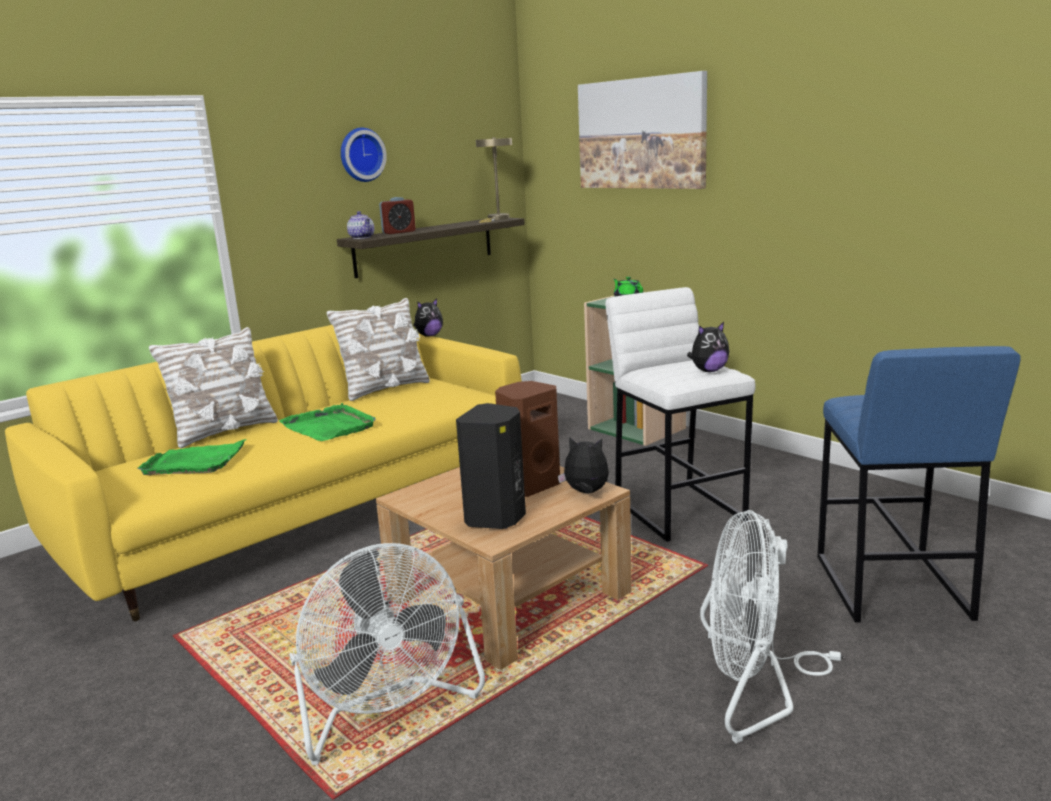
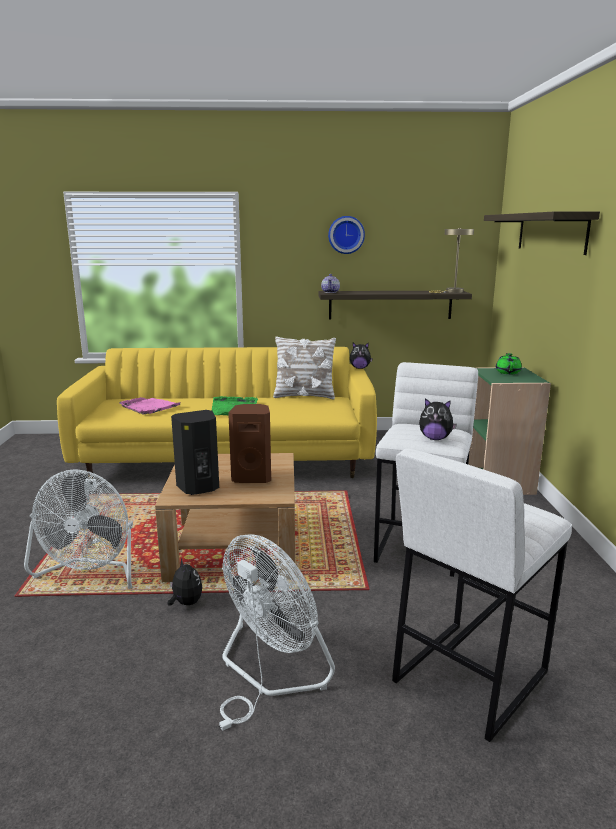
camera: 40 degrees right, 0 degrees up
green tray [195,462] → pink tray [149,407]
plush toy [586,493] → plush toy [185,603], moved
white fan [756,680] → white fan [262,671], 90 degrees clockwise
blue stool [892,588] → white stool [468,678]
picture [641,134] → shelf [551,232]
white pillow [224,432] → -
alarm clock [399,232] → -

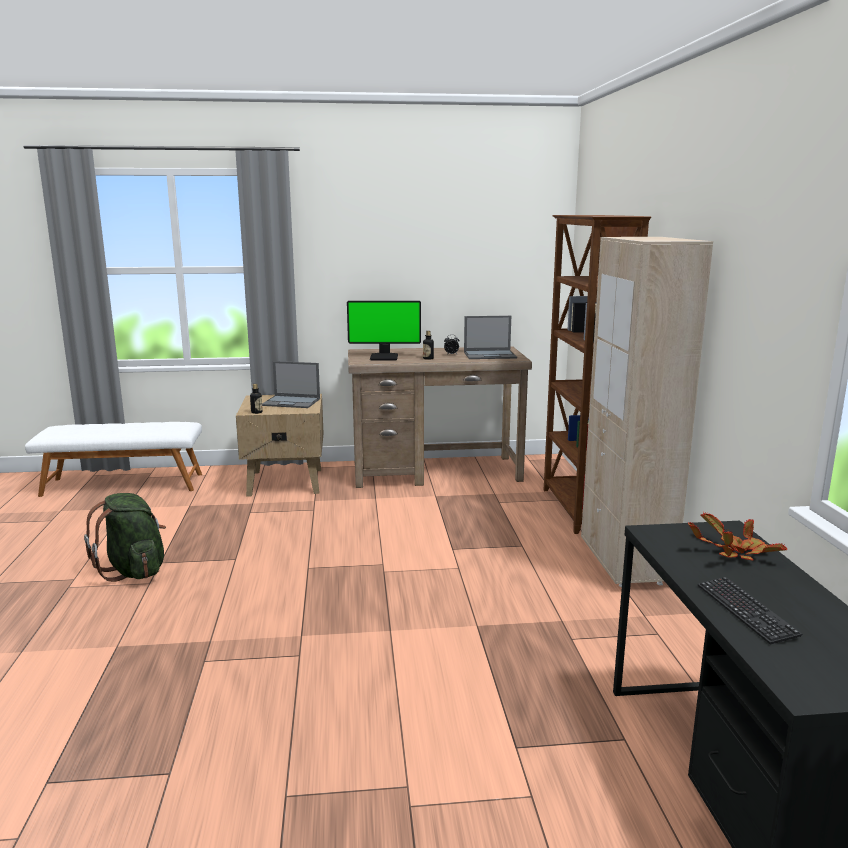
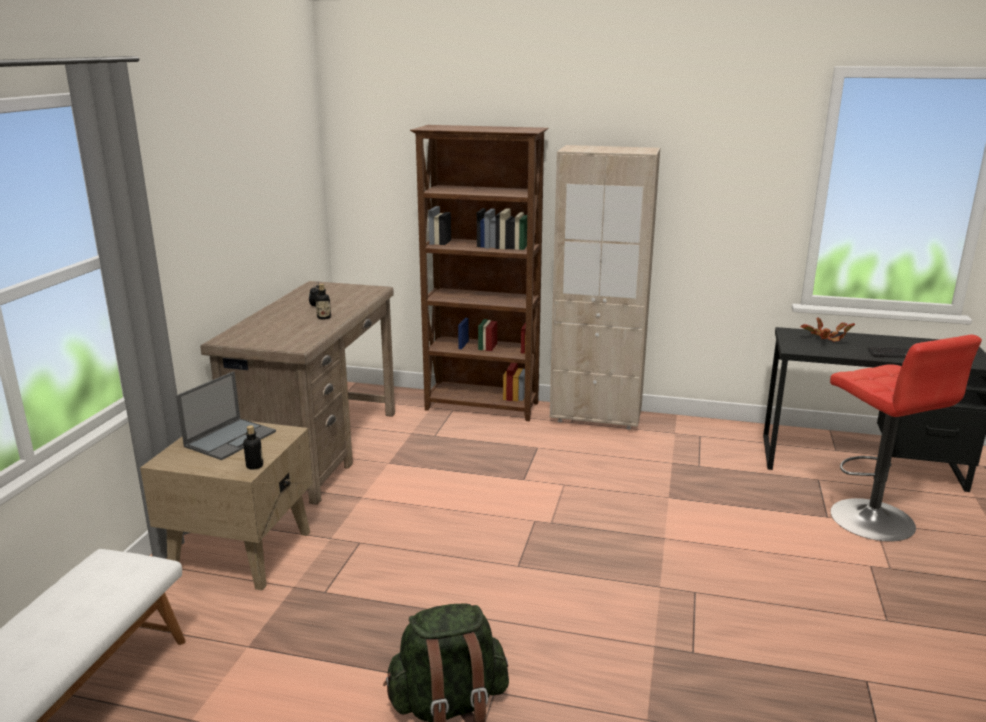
camera: 70 degrees left, 5 degrees up
- → red stool [872,520]
monitor [384,357] → -
laptop [490,355] → -

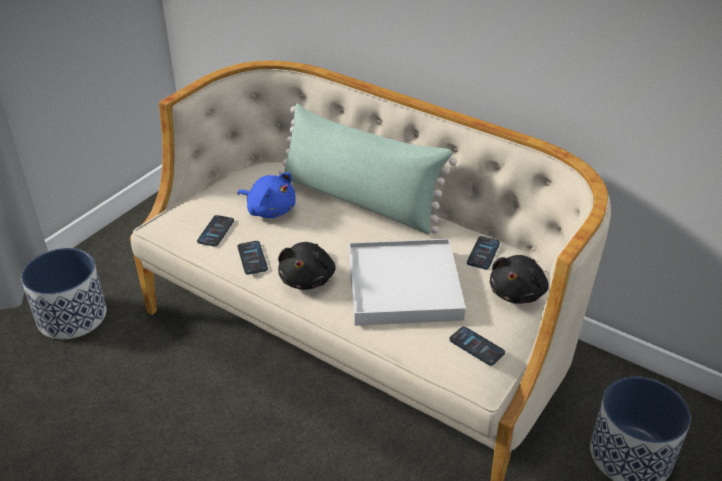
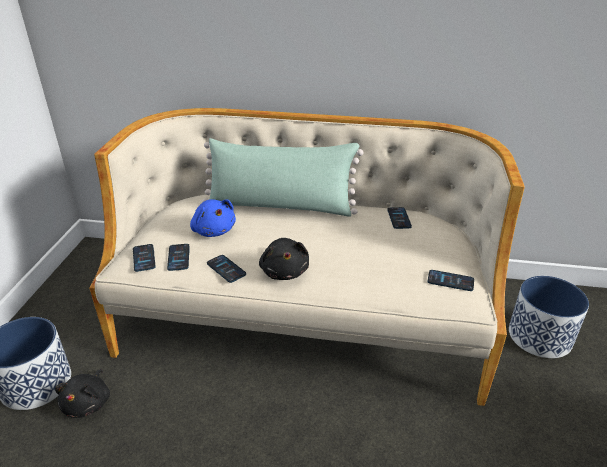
camera: 25 degrees left, 5 degrees down
black plush toy [518,292] → black plush toy [88,403], moved
- → phone [144,258]
blue plush toy [269,210] → blue plush toy [213,230], 45 degrees clockwise
white tray [403,286] → -

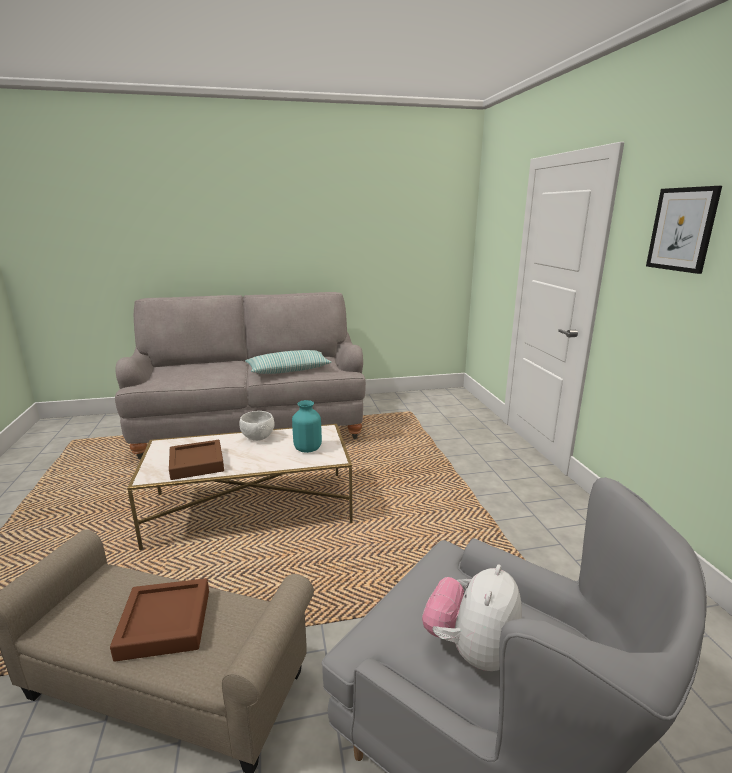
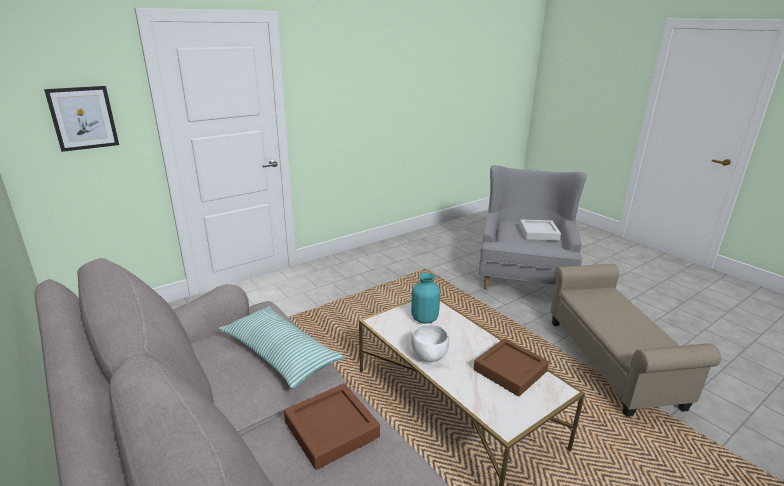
camera: 115 degrees left, 5 degrees up
picture [682,229] → picture [83,118], moved
brown tray [165,624] → brown tray [331,429], moved
plush toy [471,649] → grey tray [538,233]

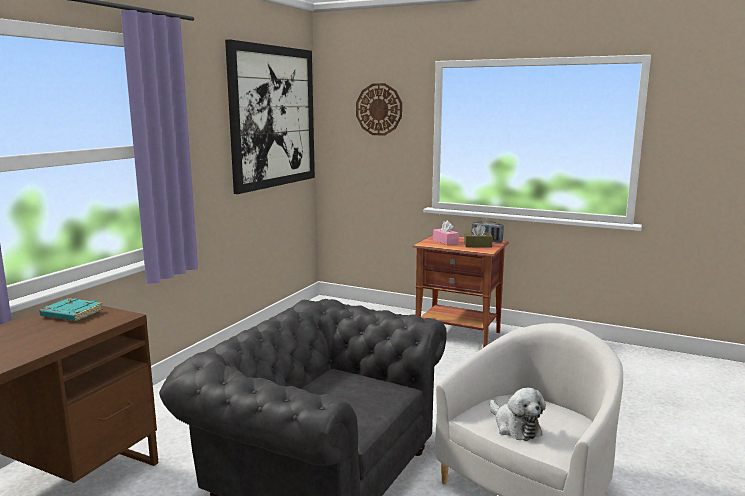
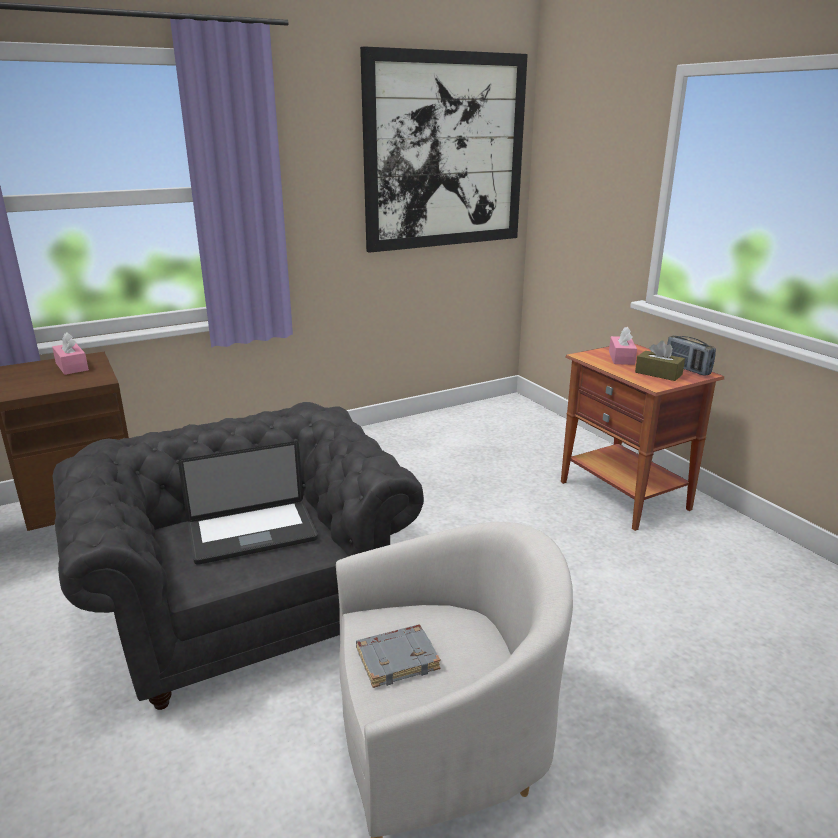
camera: 35 degrees right, 10 degrees up
turquoise book [71,314] → pink tissue box [72,367]
- → laptop [252,534]
plush toy [515,427] → grey book [397,659]
wall clock [379,109] → -

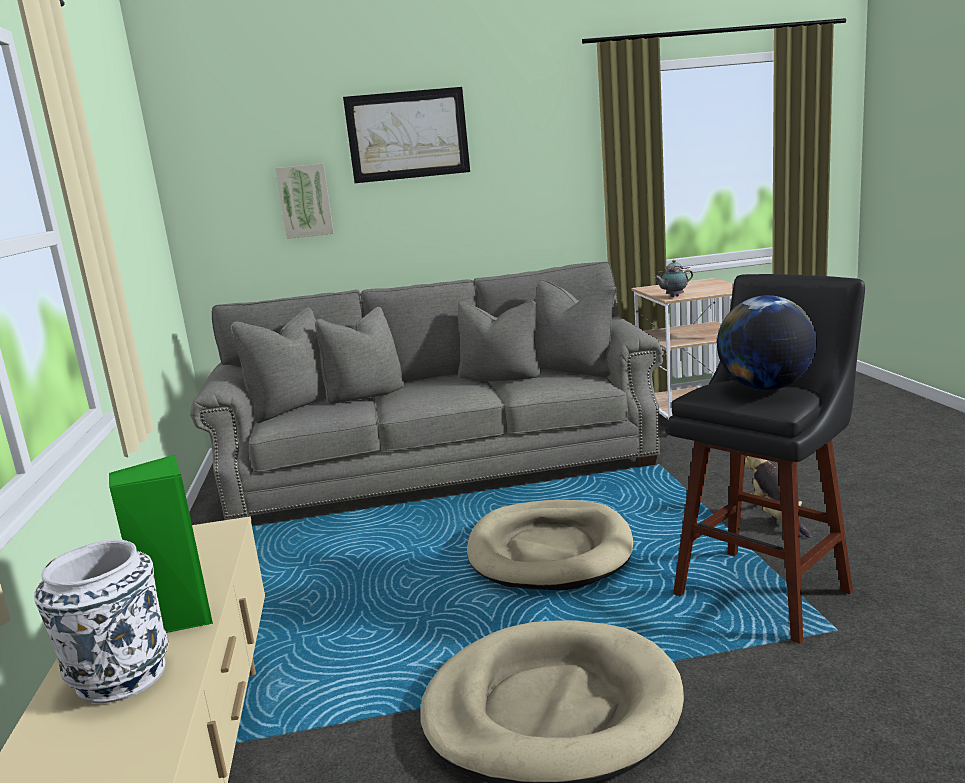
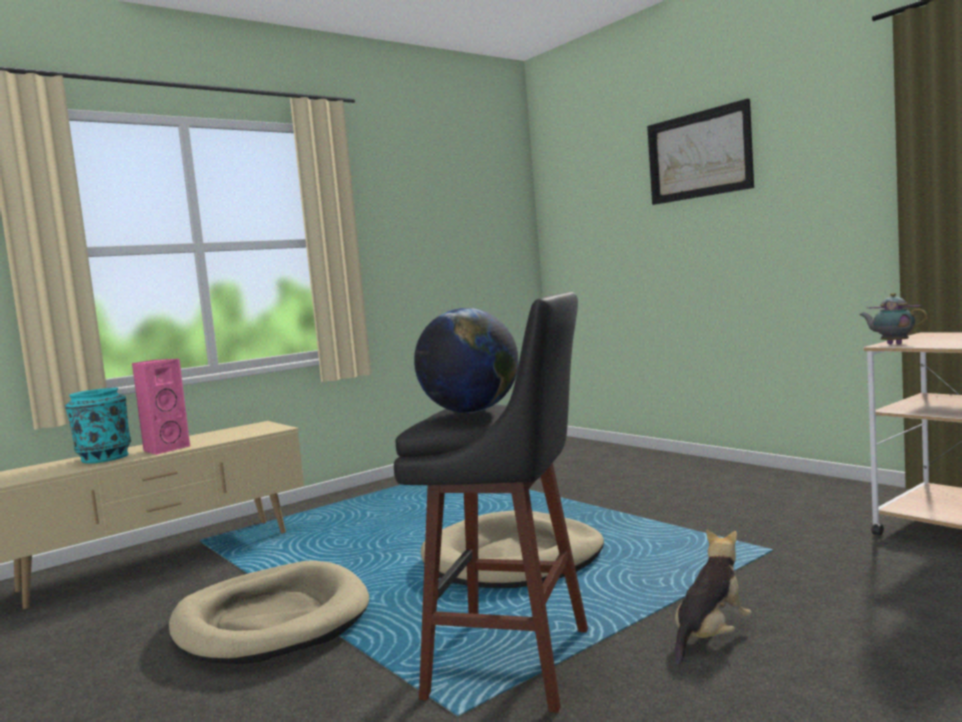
camera: 60 degrees right, 10 degrees down
white vase [120,679] → turquoise vase [103,458]
green speaker [178,617] → pink speaker [165,449]
grey sofa [441,465] → -
picture [305,201] → -

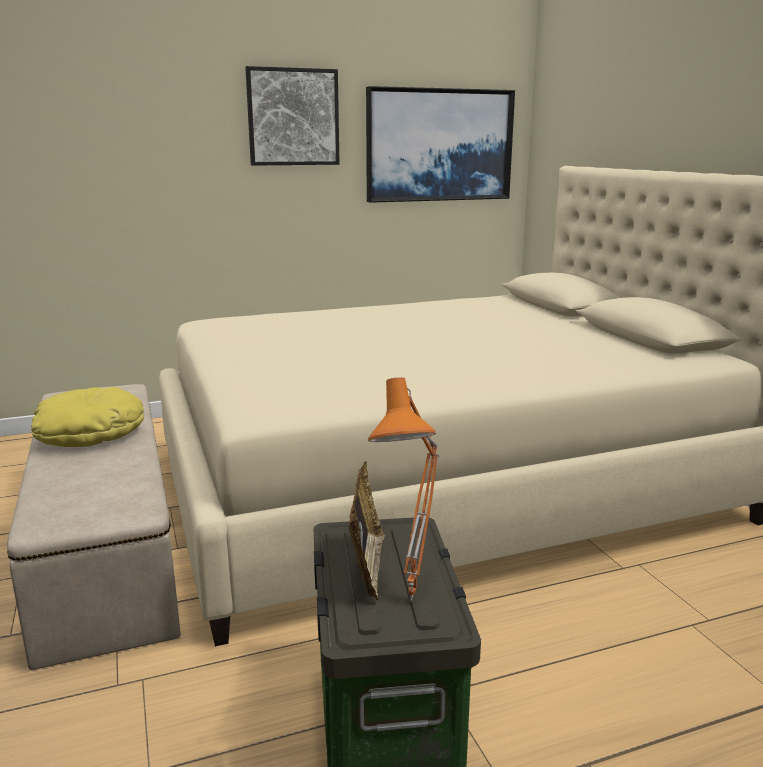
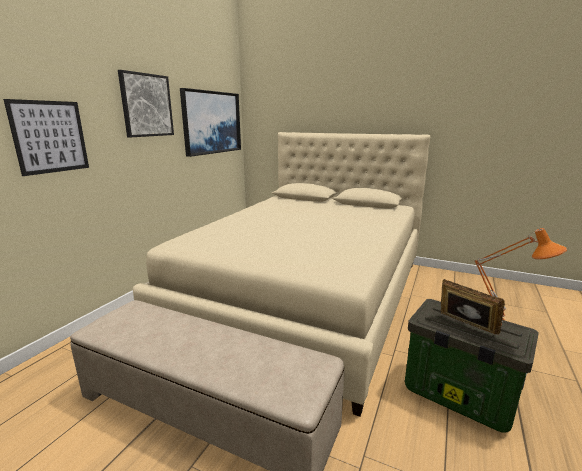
camera: 45 degrees left, 0 degrees up
- → picture [50,137]
yellow pillow [92,433] → -

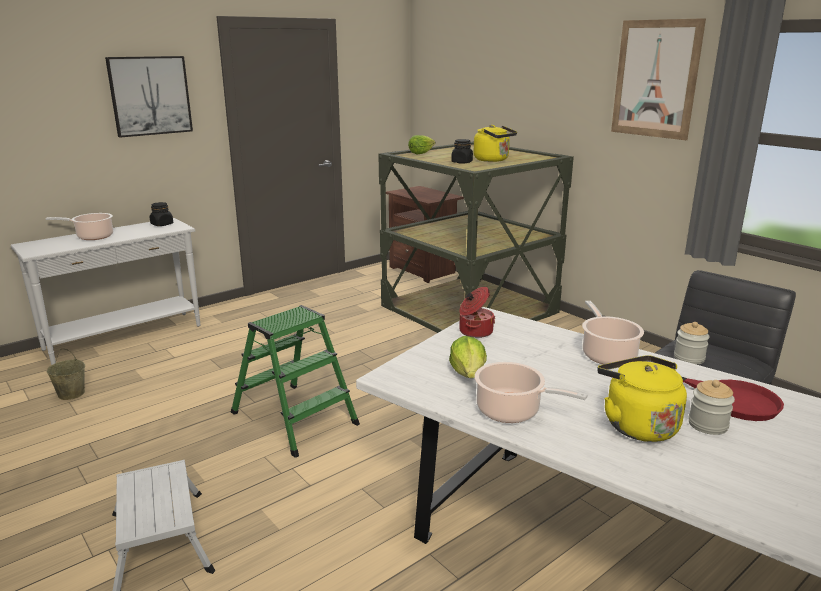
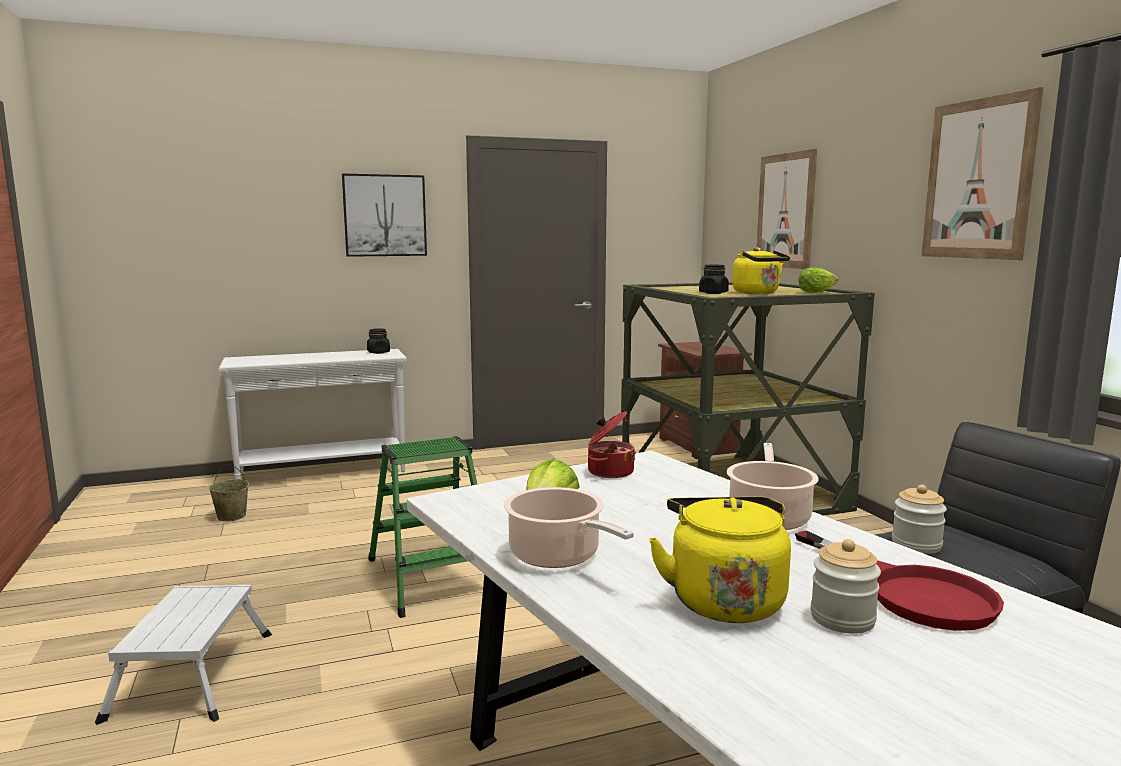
camera: 20 degrees right, 10 degrees down
- → picture [785,211]
lettuce [421,153] → lettuce [816,292], moved
cooking pot [92,237] → -

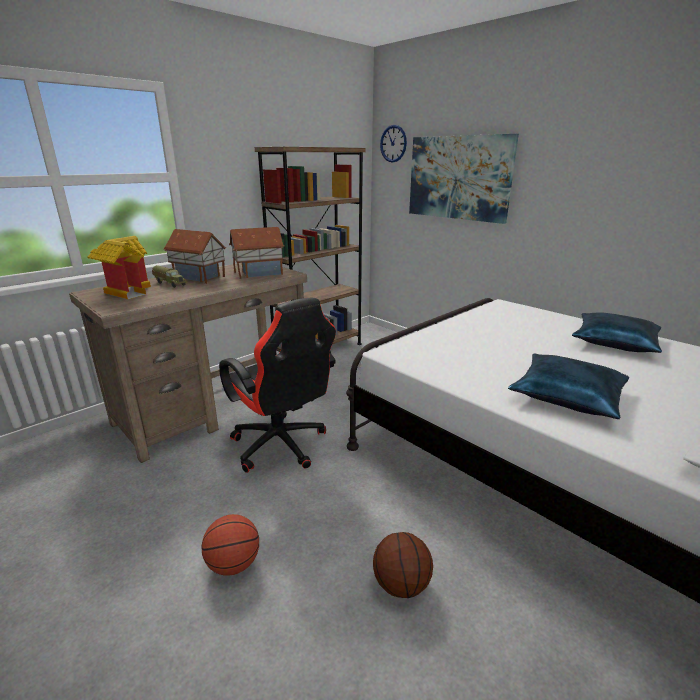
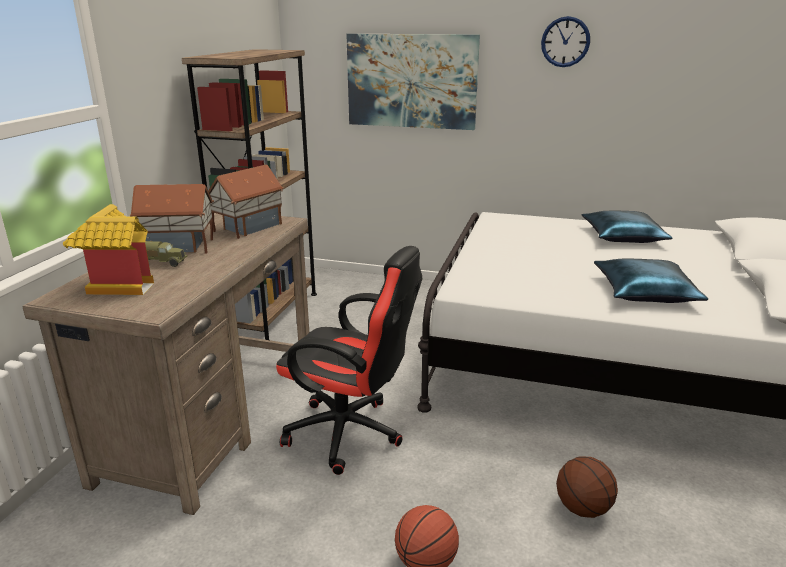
camera: 30 degrees left, 0 degrees up
wall clock [393,143] → wall clock [565,42], moved

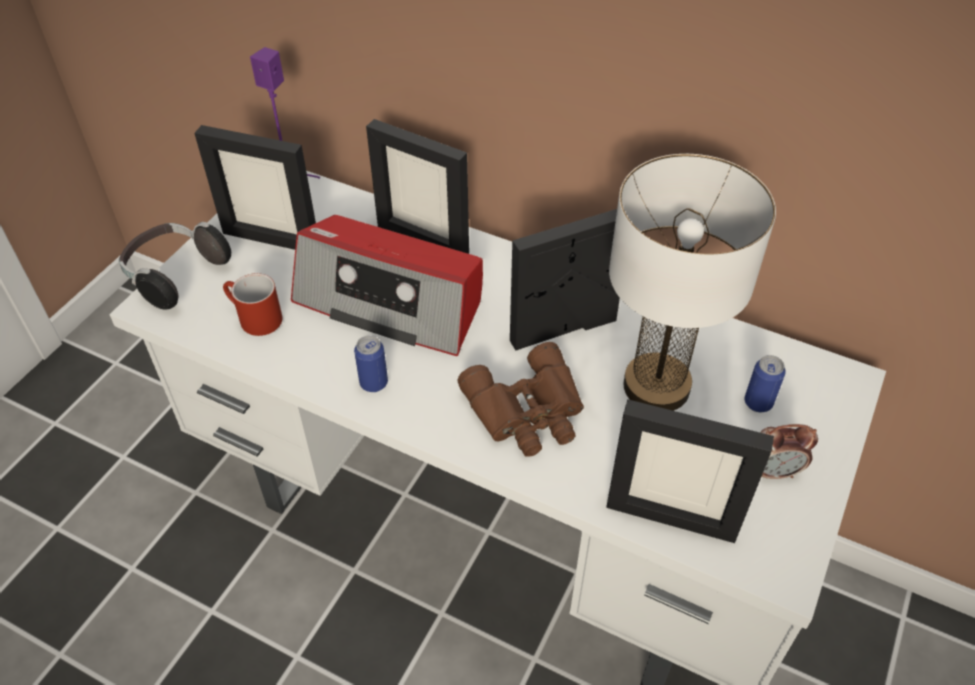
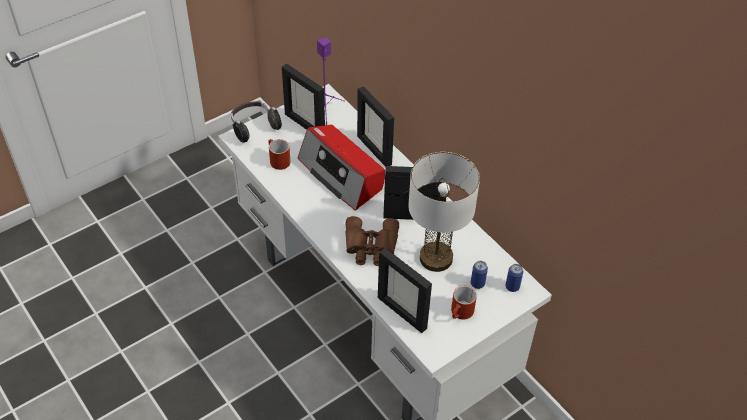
camera: 25 degrees right, 0 degrees up
alarm clock [773,472] → red mug [461,314]
can [374,383] → can [512,287], moved

